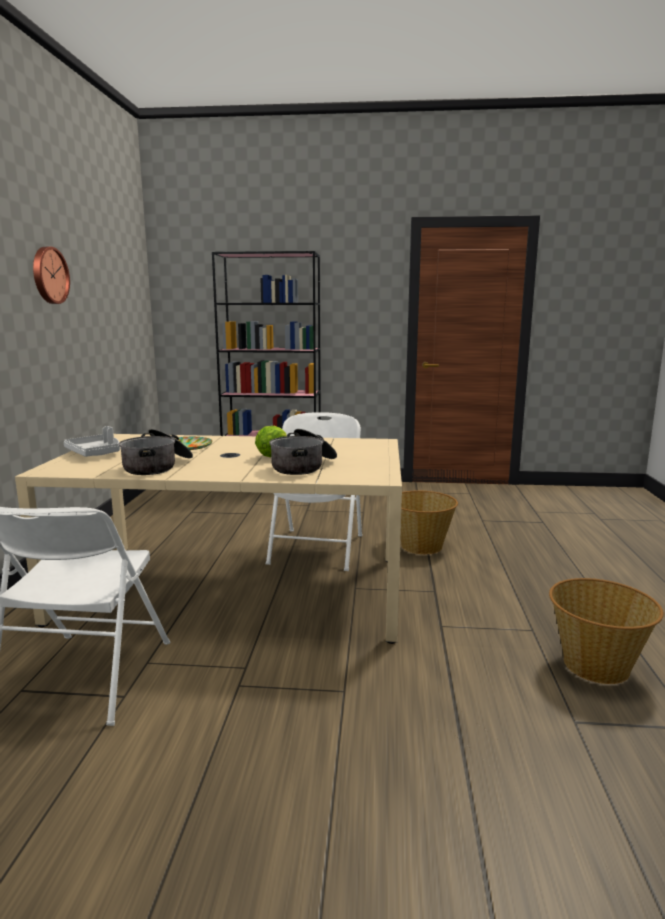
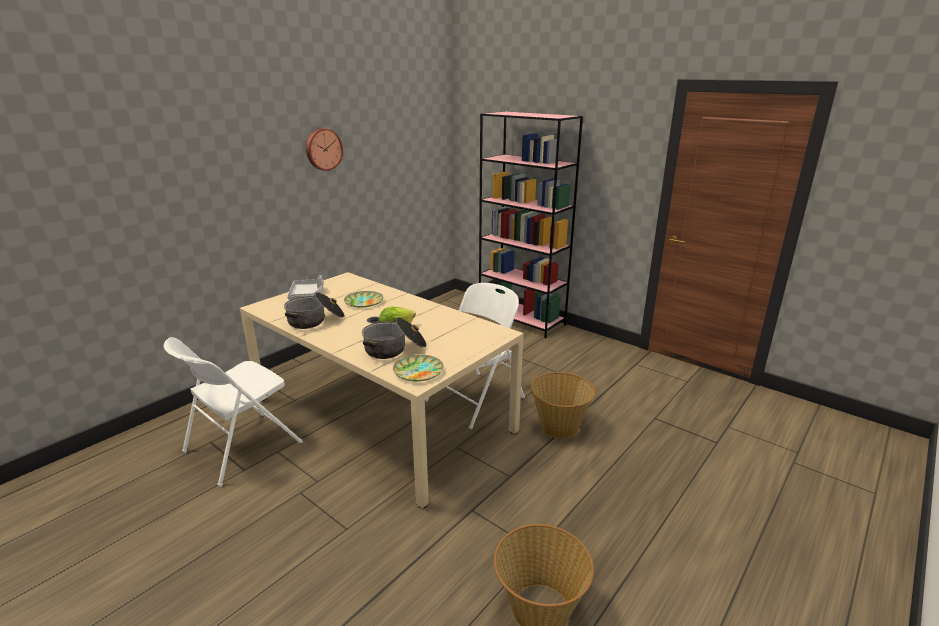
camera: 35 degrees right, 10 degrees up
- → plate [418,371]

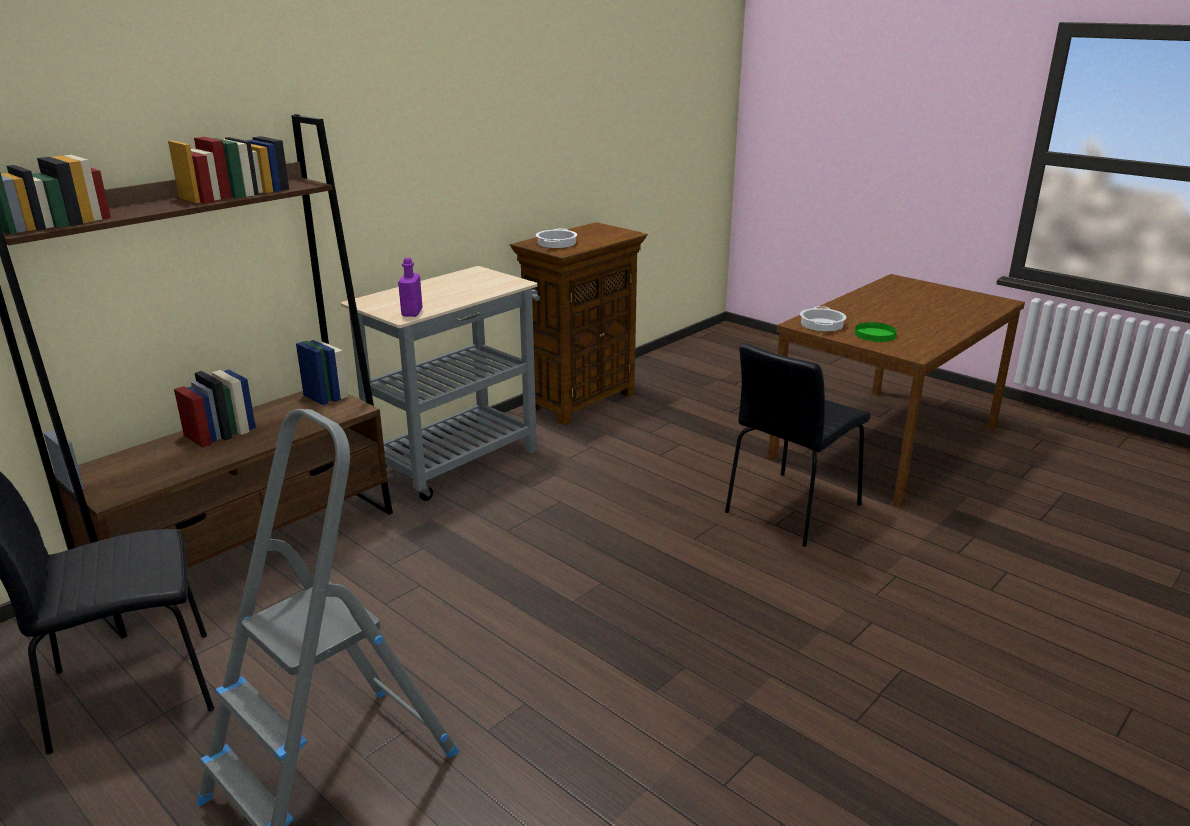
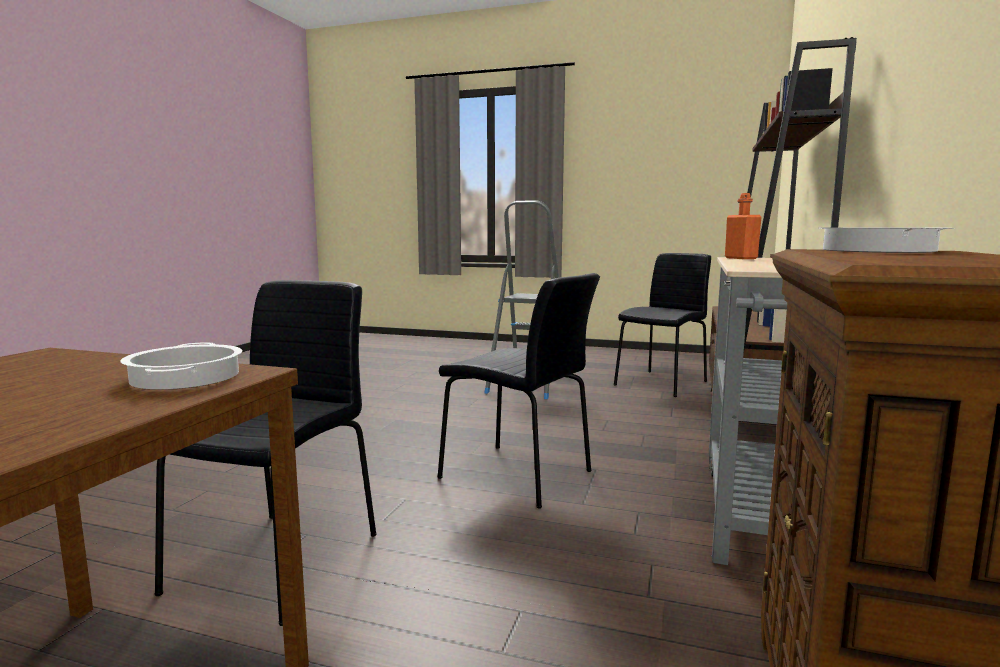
camera: 155 degrees right, 15 degrees down
- → black chair [520,475]
purple bottle [412,313] → orange bottle [741,258]
green plate [874,334] → -

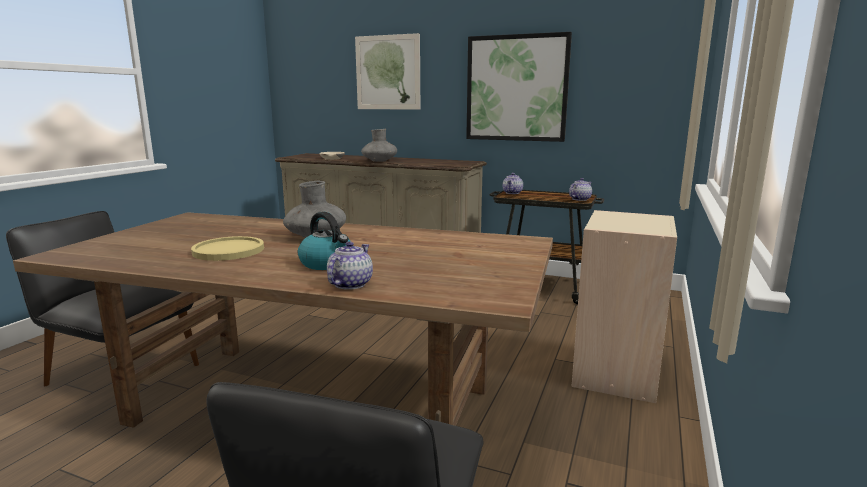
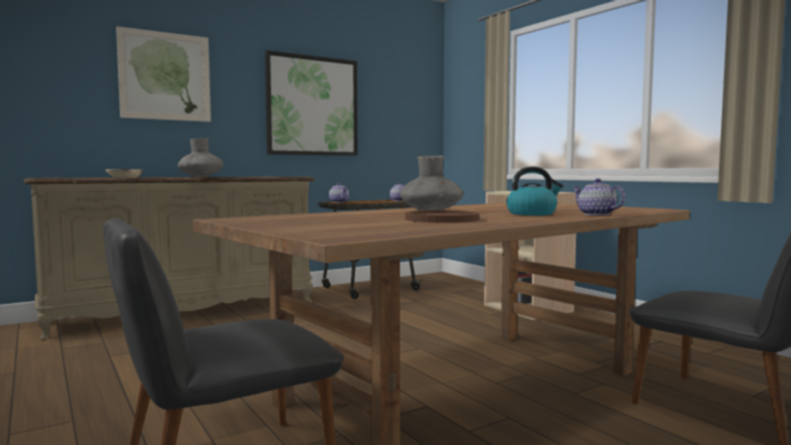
camera: 55 degrees left, 10 degrees down
yellow plate [228,250] → brown plate [442,219]

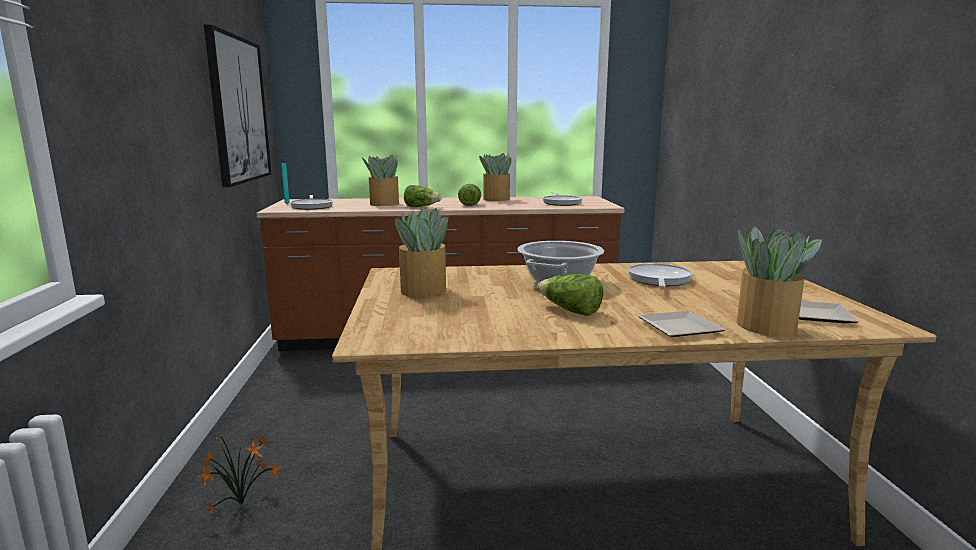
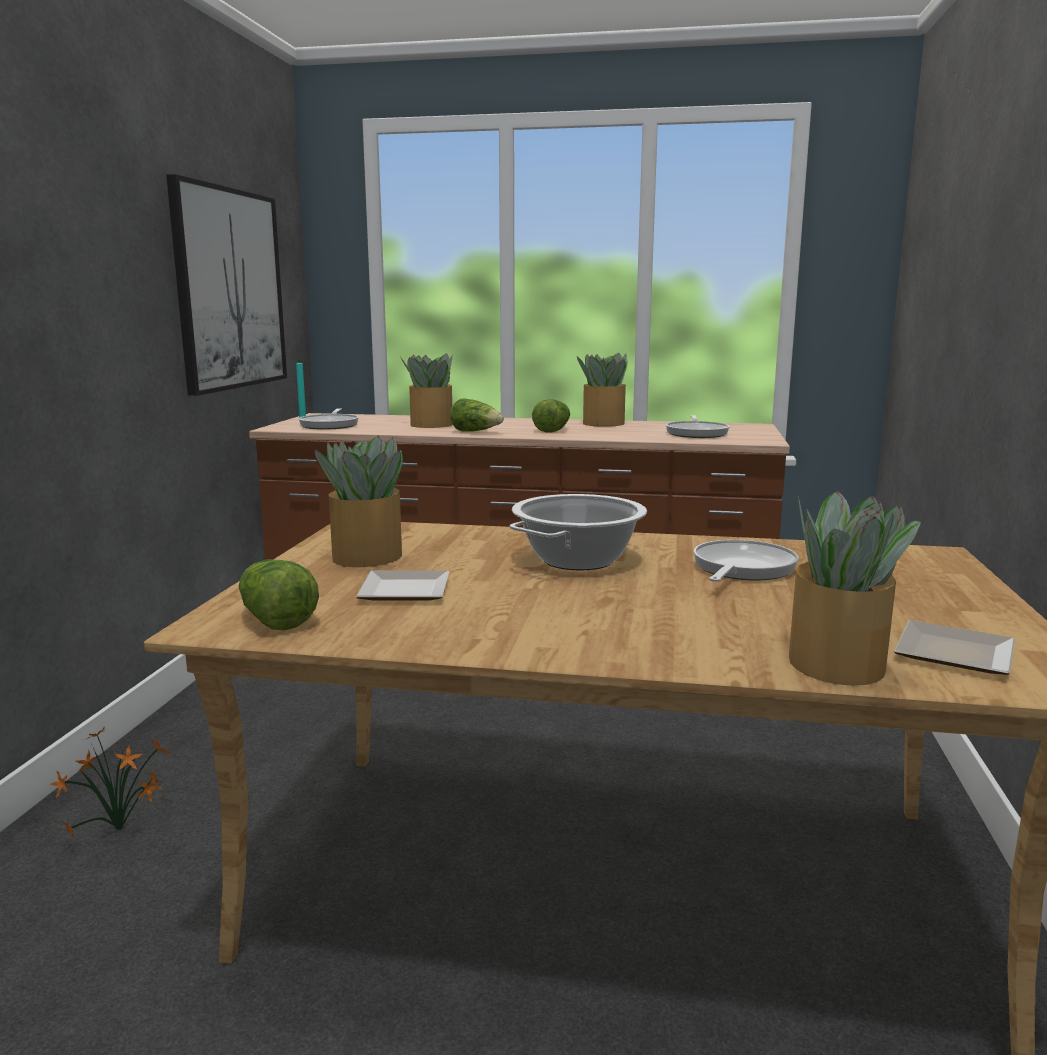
camera: 15 degrees right, 0 degrees up
lettuce [570,311] → lettuce [275,619], moved
plate [678,329] → plate [401,592], moved

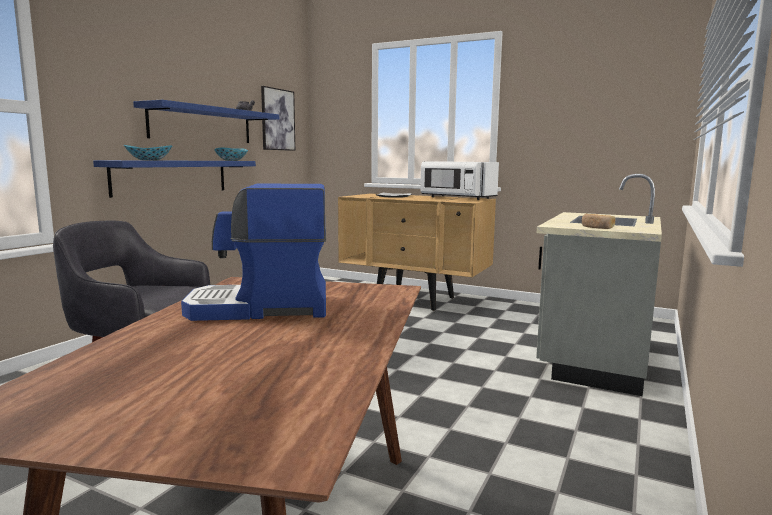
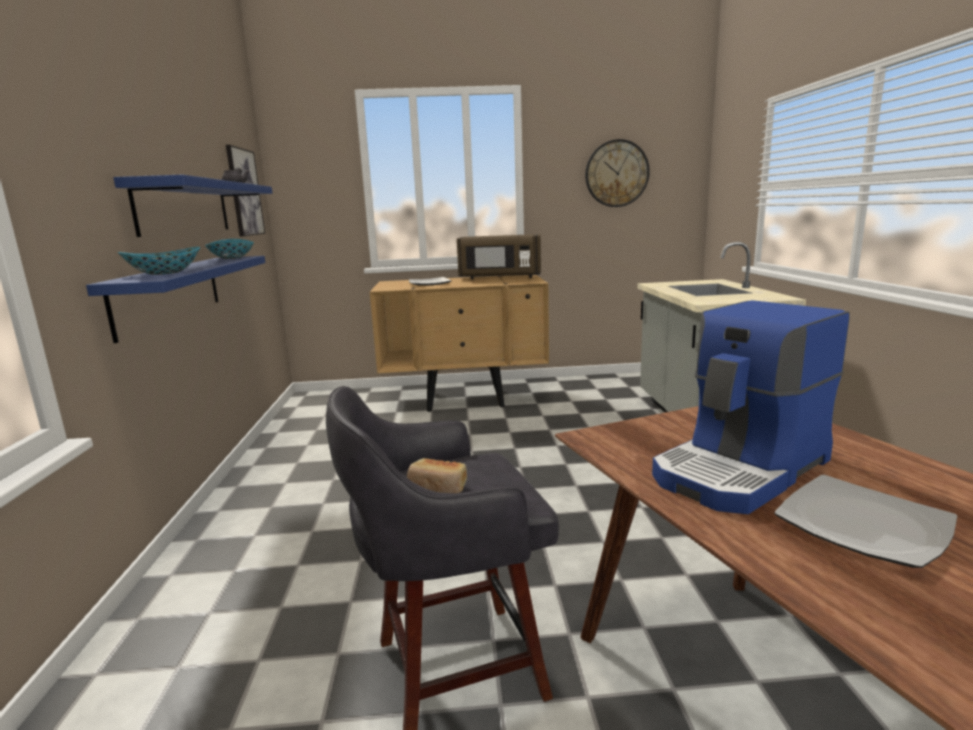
camera: 30 degrees left, 5 degrees up
bread [597,227] → bread [437,488], moved
white microwave [456,198] → brown microwave [500,277]
- → wall clock [616,173]
- → plate [864,524]

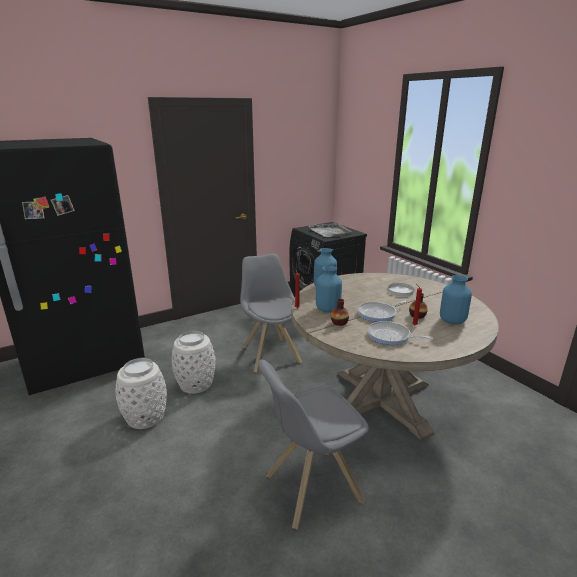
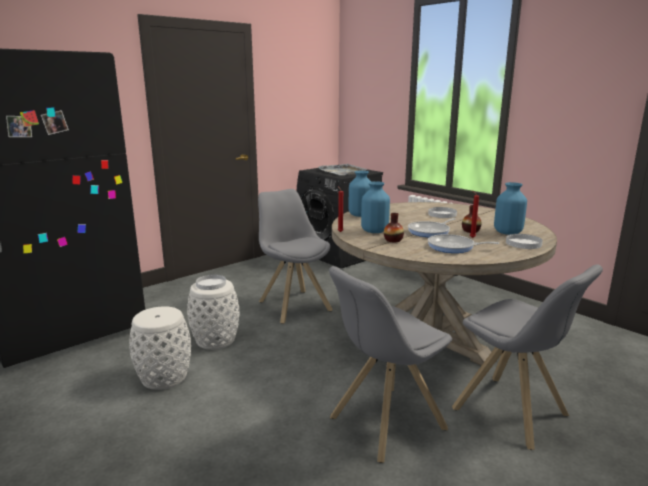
camera: 10 degrees left, 5 degrees down
- → grey chair [511,412]
white plate [138,368] → white plate [523,243], moved

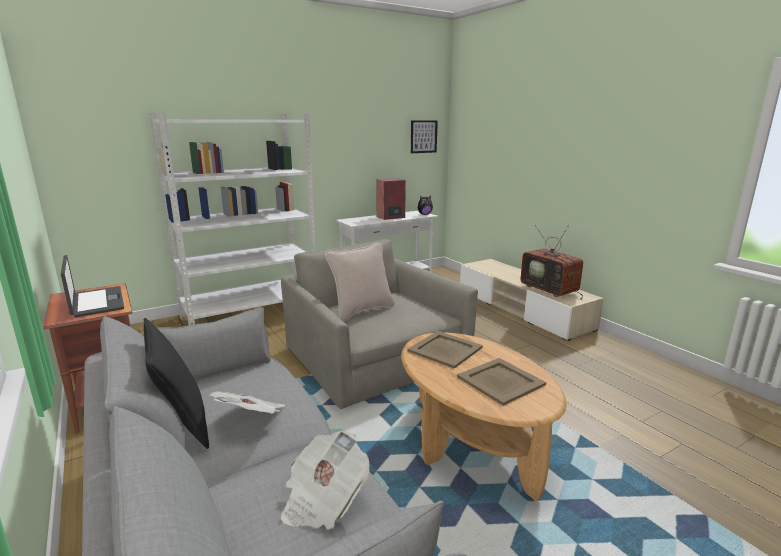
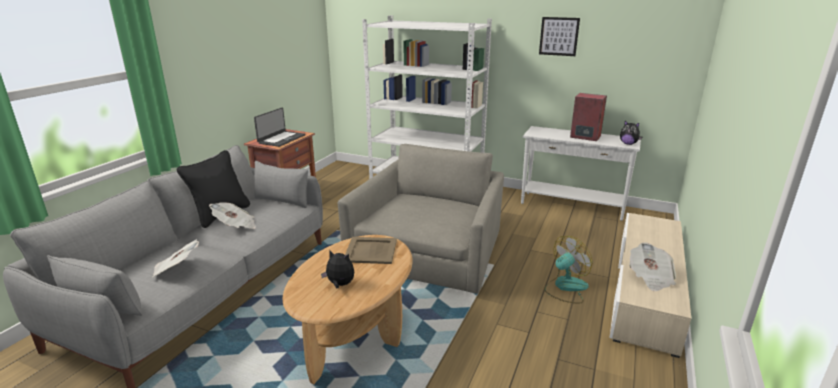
camera: 55 degrees right, 5 degrees up
beige tray [500,381] → plush toy [340,285]
picture [423,136] → picture [559,36], moved
- → fan [565,287]
television [551,290] → newspaper [650,278]
beige pillow [362,310] → -

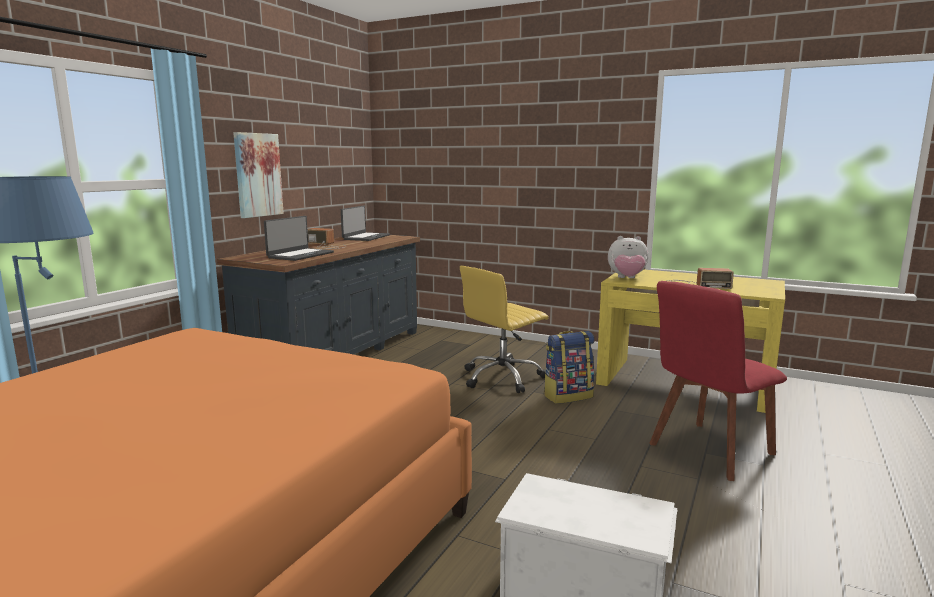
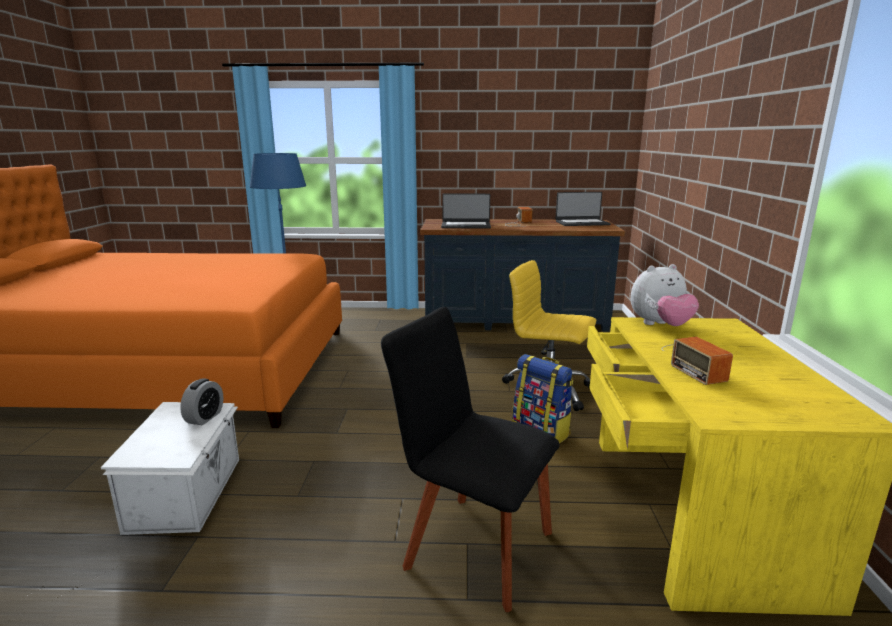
camera: 65 degrees right, 5 degrees up
- → alarm clock [205,417]
red chair [708,451] → black chair [472,545]
plush toy [627,278] → plush toy [660,325], 90 degrees counterclockwise
picture [257,175] → -

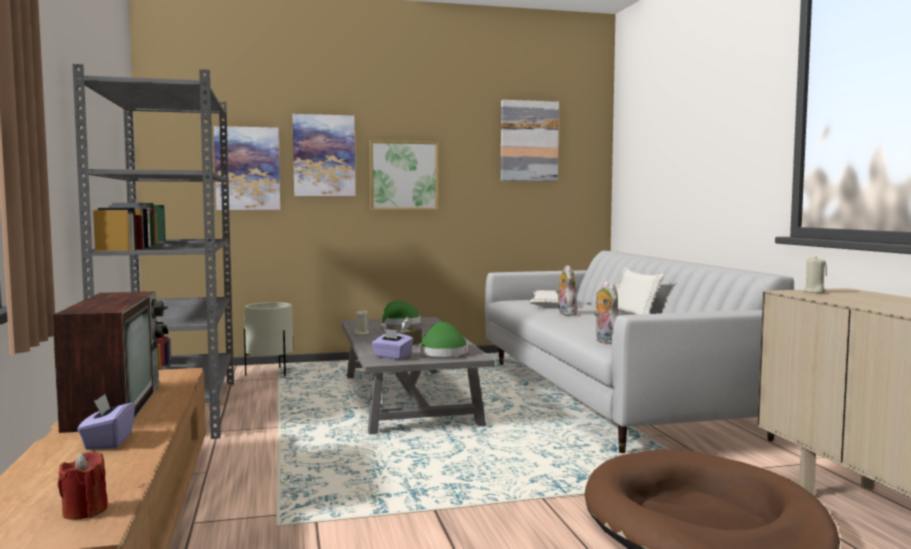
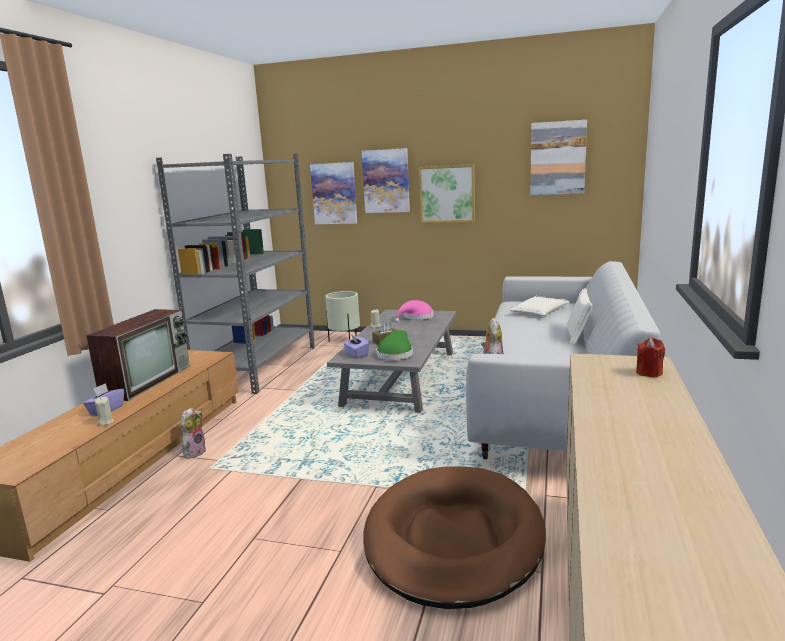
camera: 30 degrees right, 10 degrees up
beige candle [813,292] → beige candle [105,422], moved
plush toy [565,313] → plush toy [194,452], moved
green hat [399,324] → pink hat [416,317]
red candle [85,511] → red candle [649,373], moved

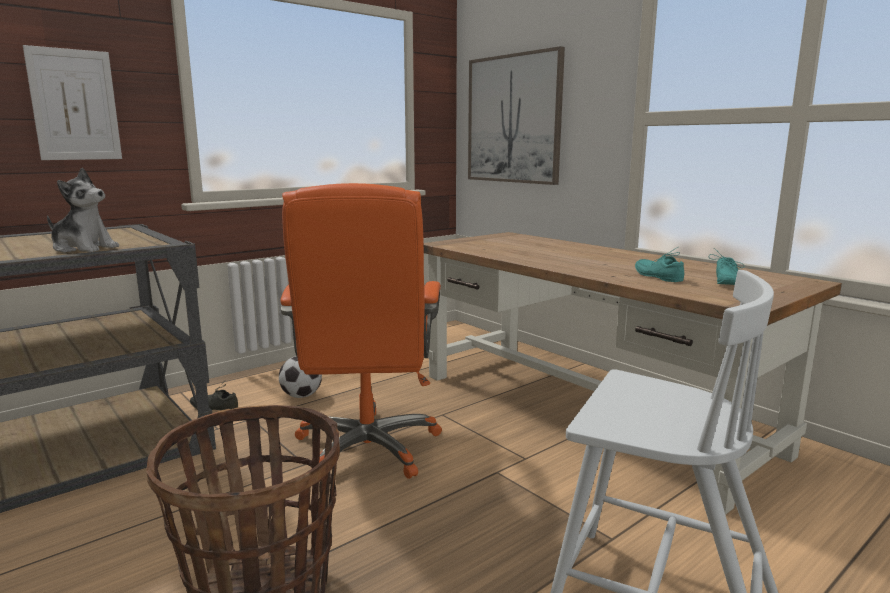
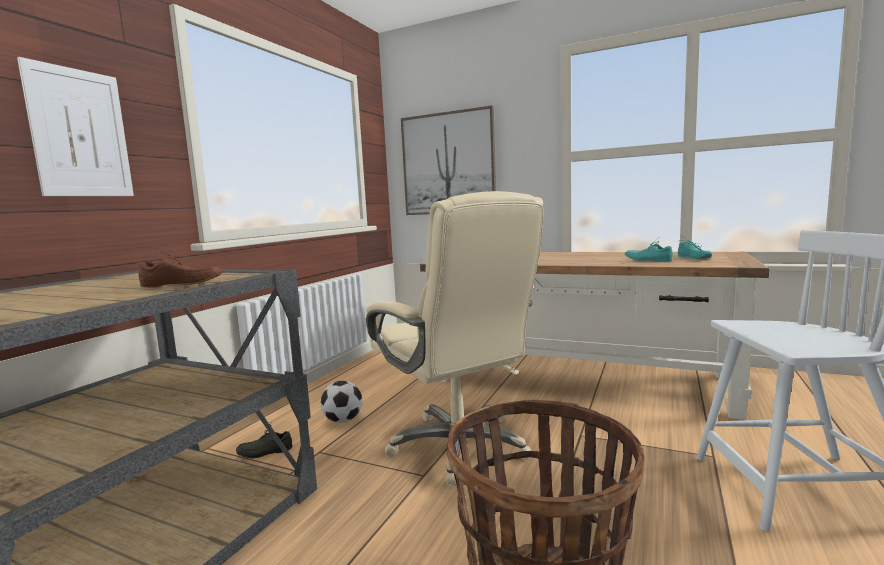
camera: 25 degrees left, 5 degrees down
plush toy [84,248] → brown shoe [181,284]
orange office chair [367,445] → beige office chair [456,443]

